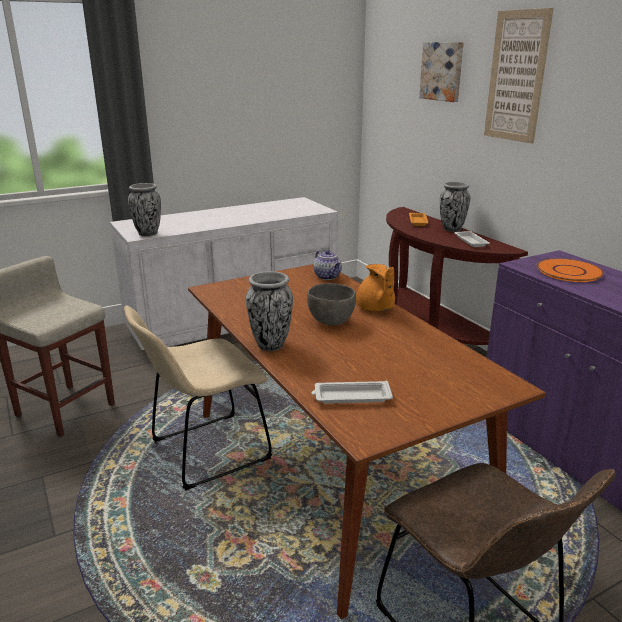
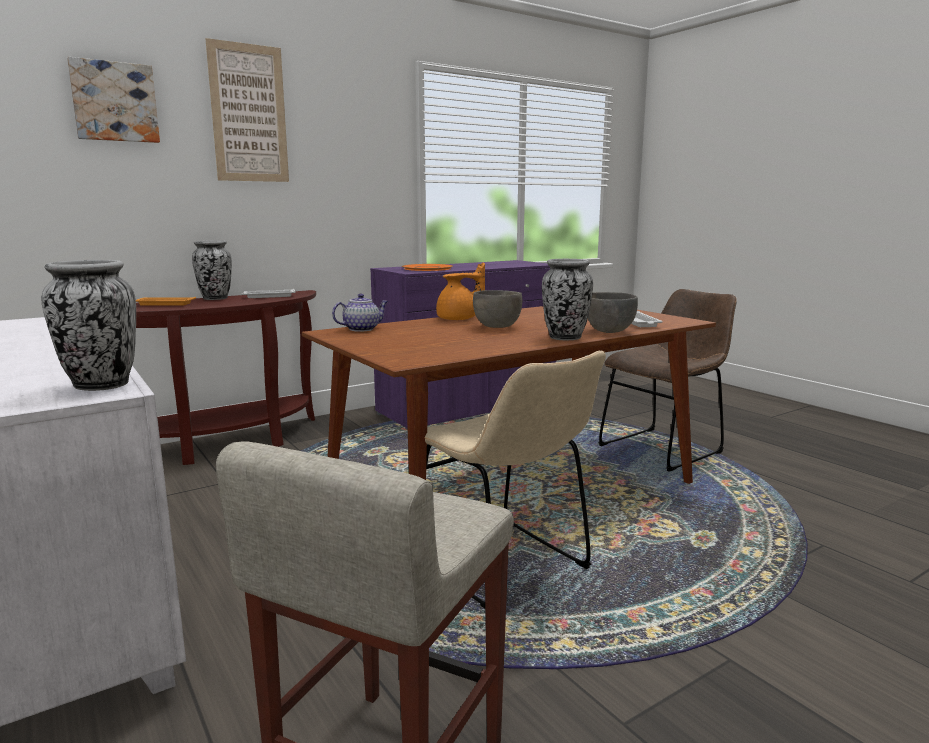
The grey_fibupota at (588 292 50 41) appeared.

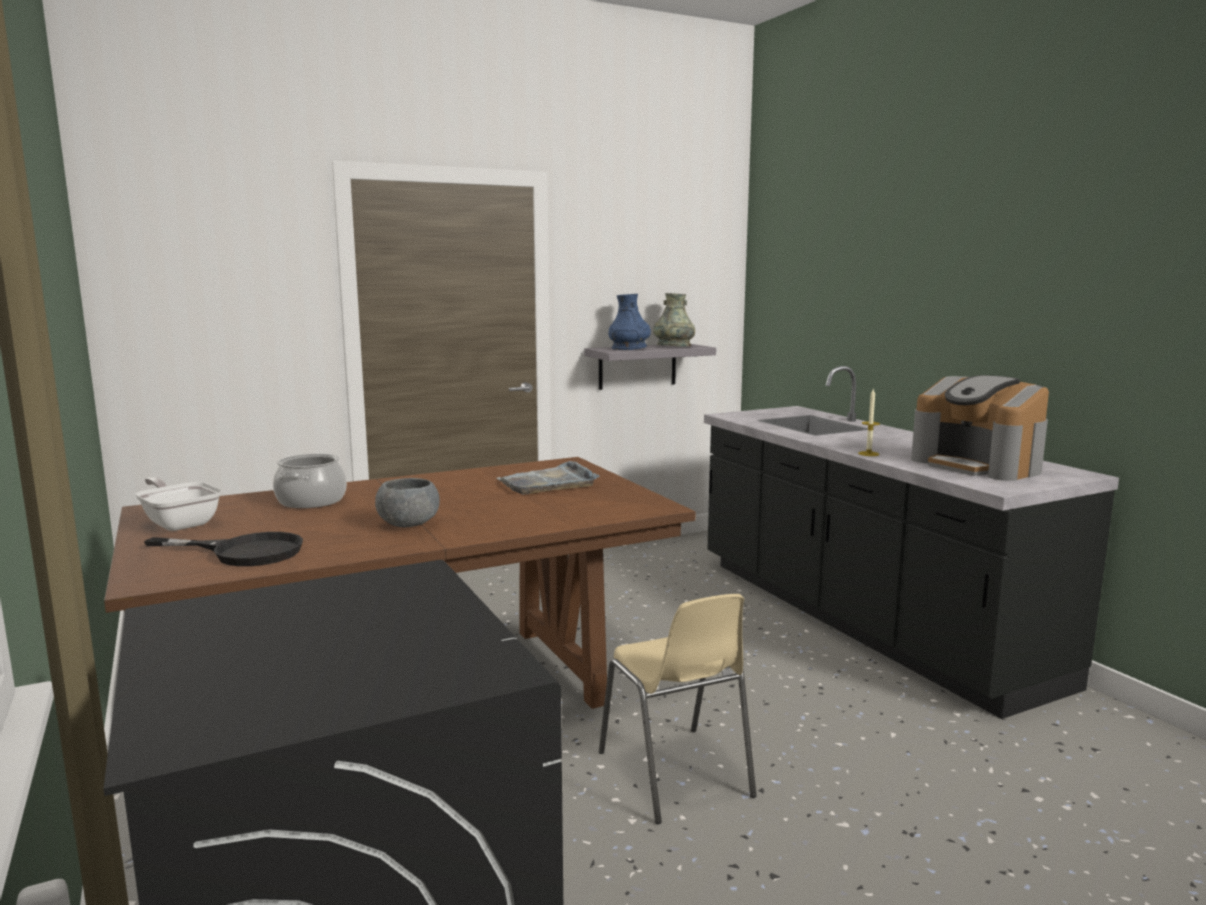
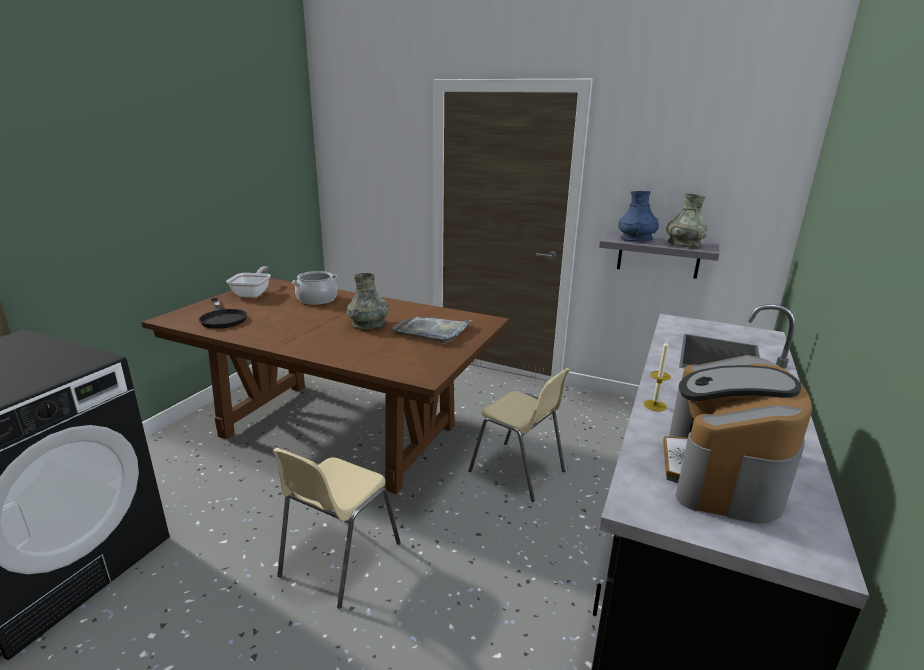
The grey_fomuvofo at (347 273 42 56) appeared. The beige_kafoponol at (469 368 101 134) appeared. The grey_fibupota at (375 478 65 49) disappeared.

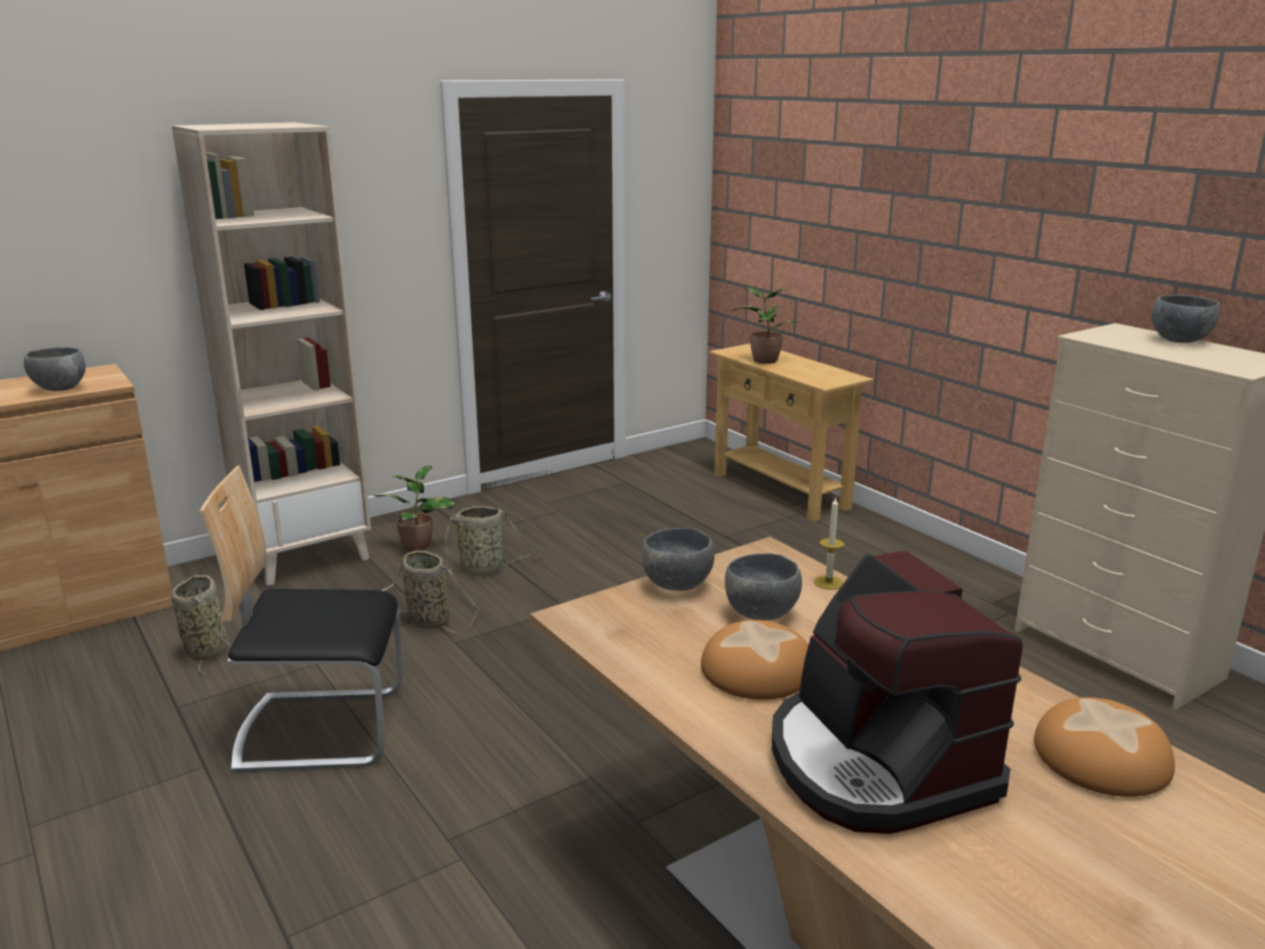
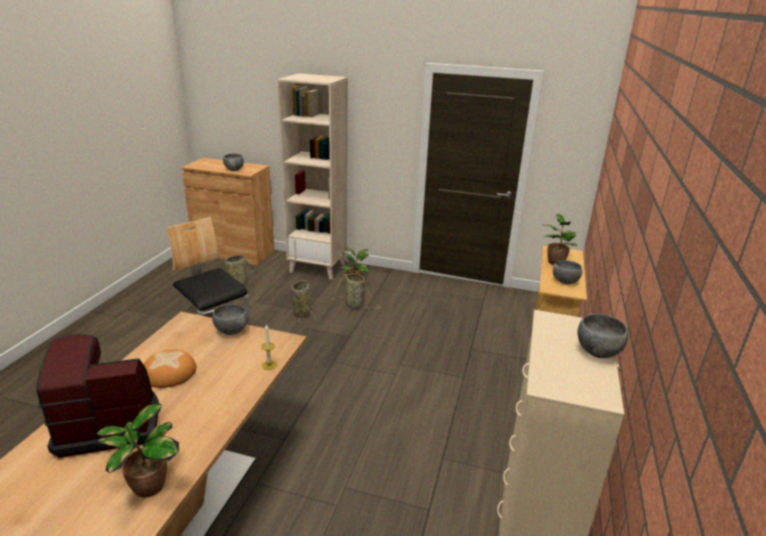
The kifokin at (772 550 251 284) turned 45 degrees clockwise. The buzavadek at (1034 697 141 100) was replaced by the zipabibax at (96 403 83 95). The grey_fibupota moved from (725 553 77 67) to (553 260 29 25).

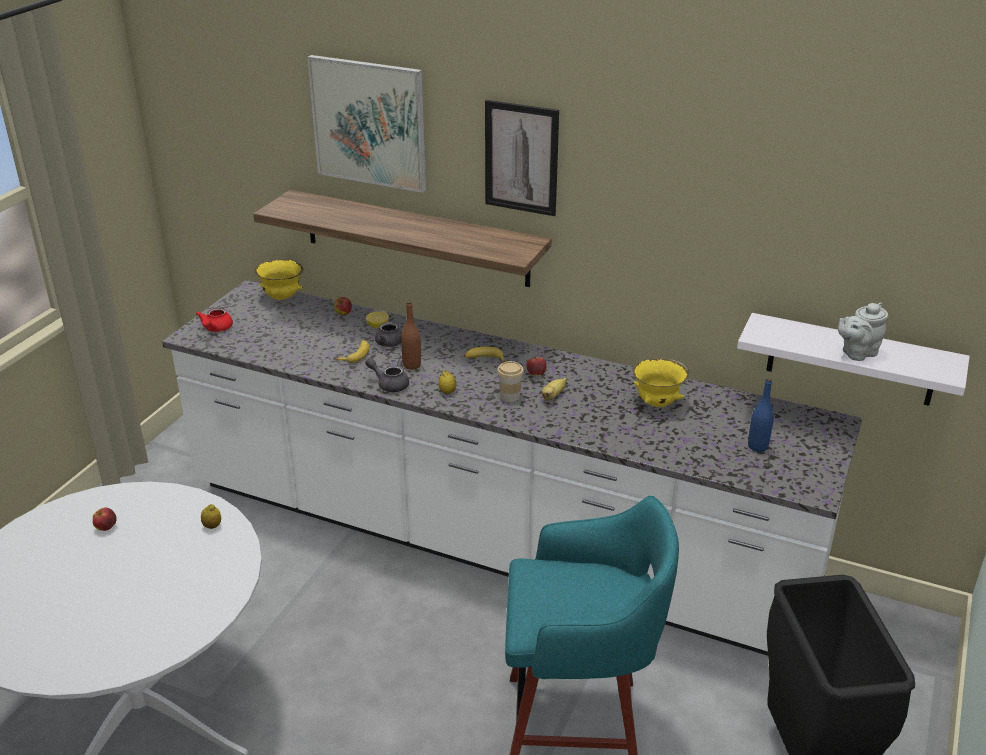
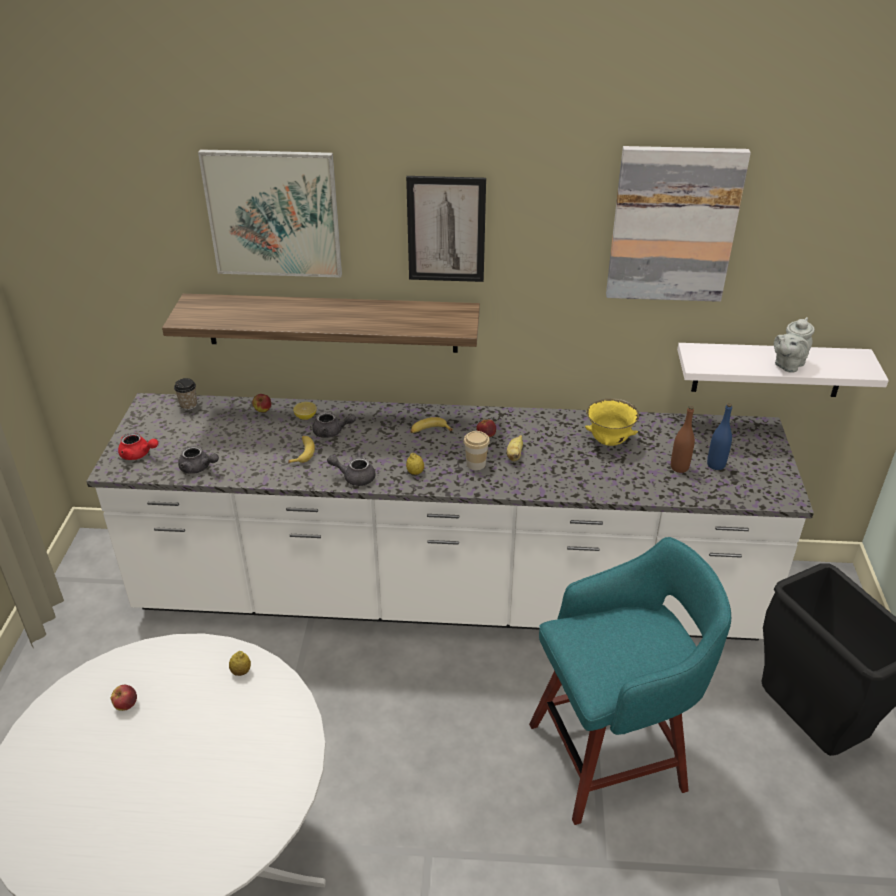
The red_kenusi at (196 307 37 25) turned 60 degrees counterclockwise. The yellow_fibupota at (255 259 49 41) was replaced by the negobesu at (174 378 23 32). The grey_kenusi at (178 446 41 28) appeared. The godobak at (606 146 145 156) appeared. The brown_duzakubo moved from (401 301 20 68) to (671 406 24 67).

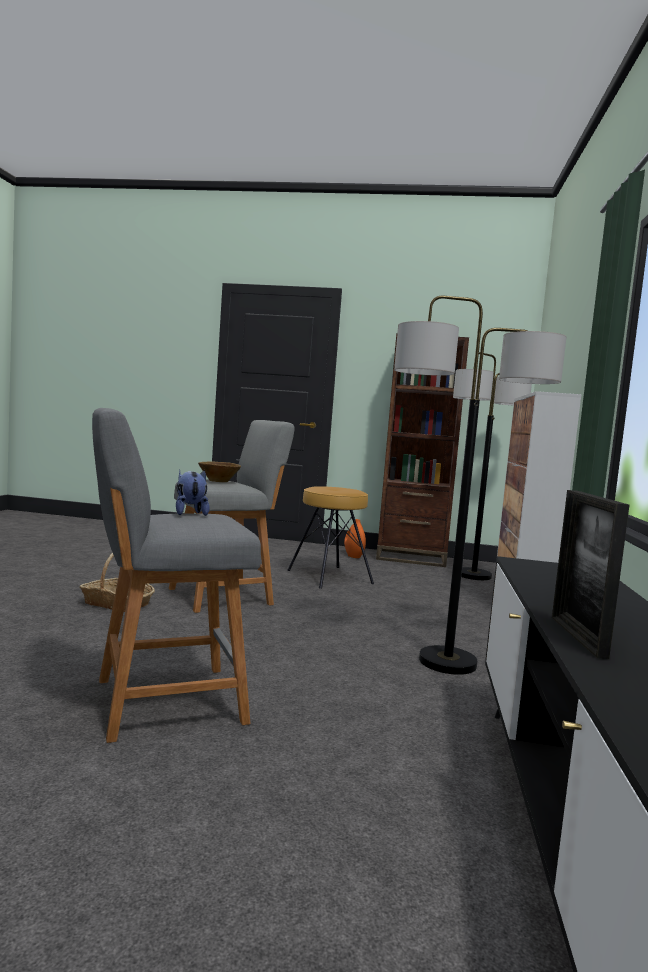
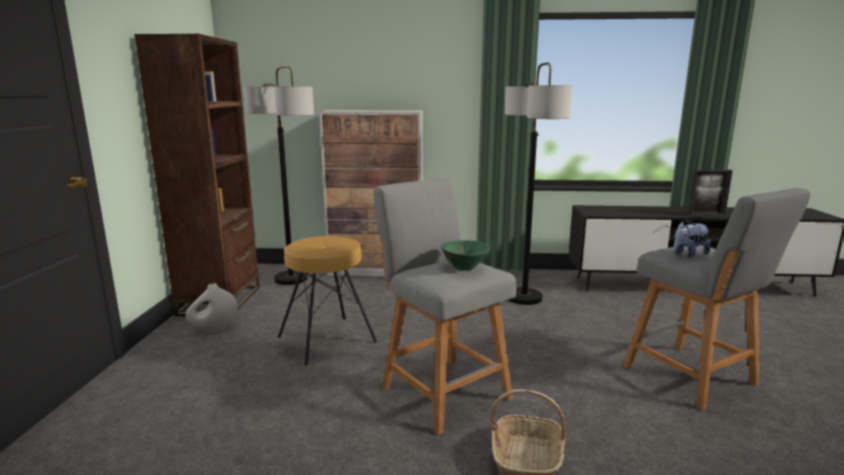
The orange_fomuvofo at (344 519 22 39) became the white_fomuvofo at (186 283 52 50). The brown_fibupota at (198 461 43 21) became the green_fibupota at (441 240 49 31).

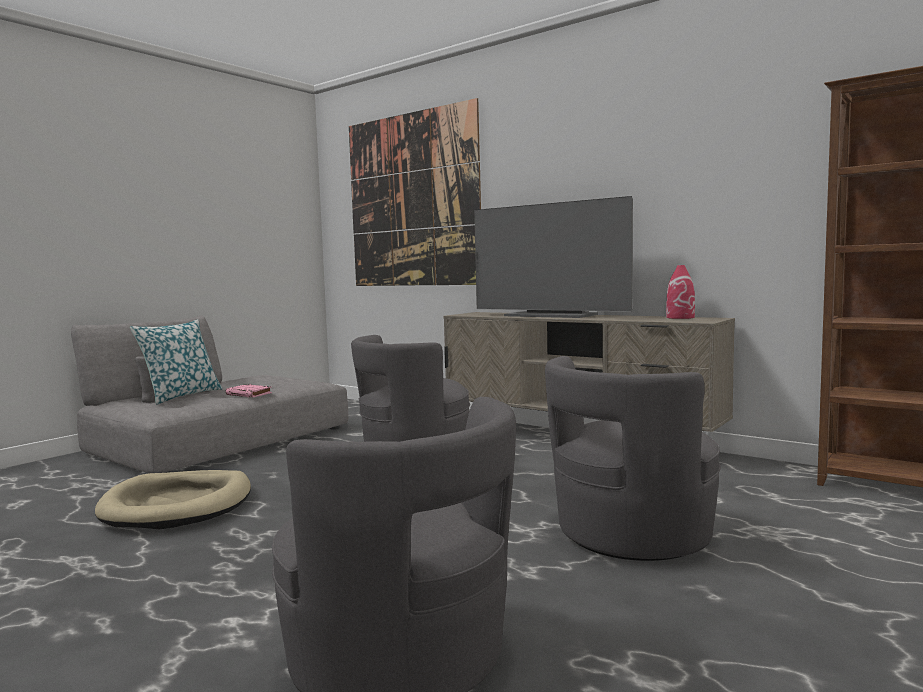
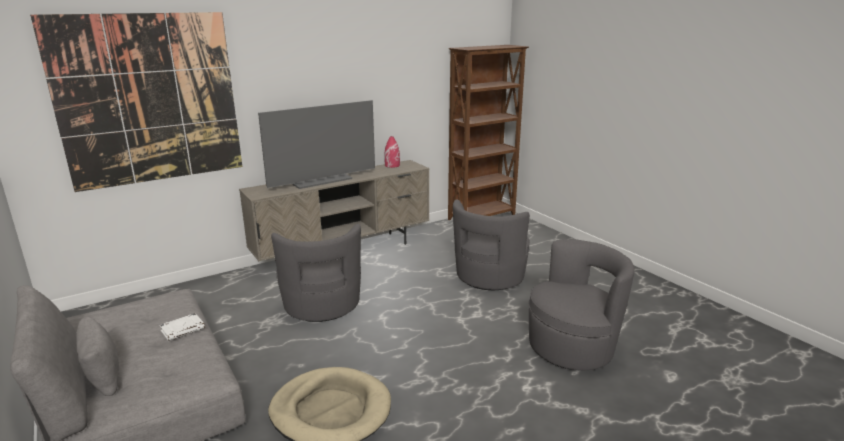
The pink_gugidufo at (226 384 46 13) became the white_gugidufo at (160 313 45 28). The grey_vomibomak at (545 356 176 205) turned 45 degrees clockwise. The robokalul at (130 319 93 86) disappeared.

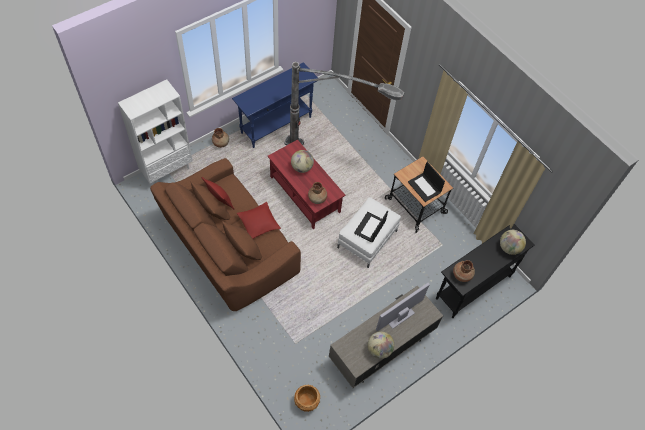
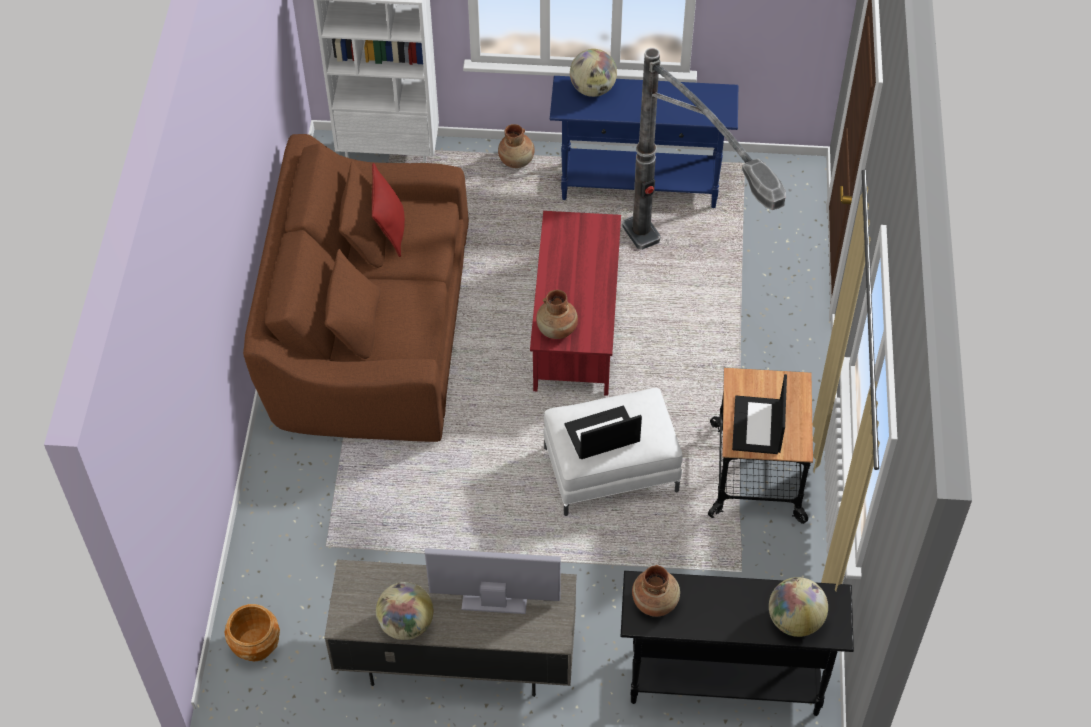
The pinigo moved from (291 150 23 23) to (570 49 47 48). The red_robokalul at (237 202 44 37) disappeared.

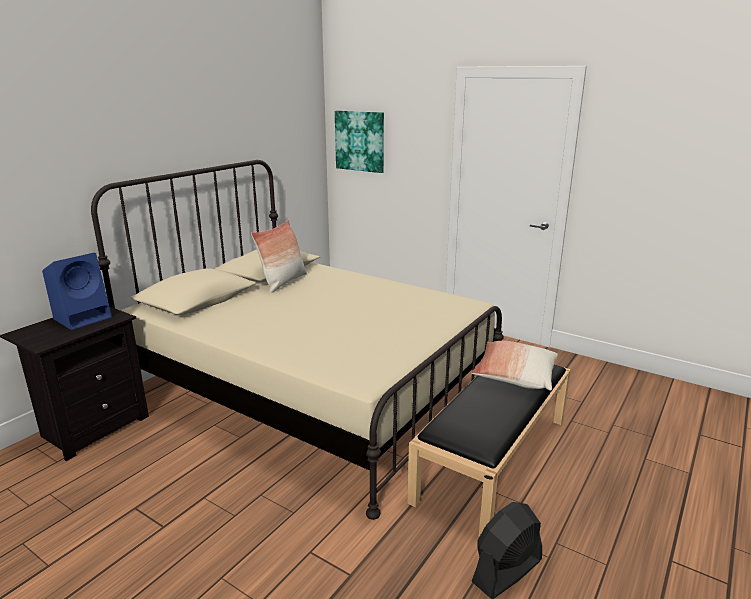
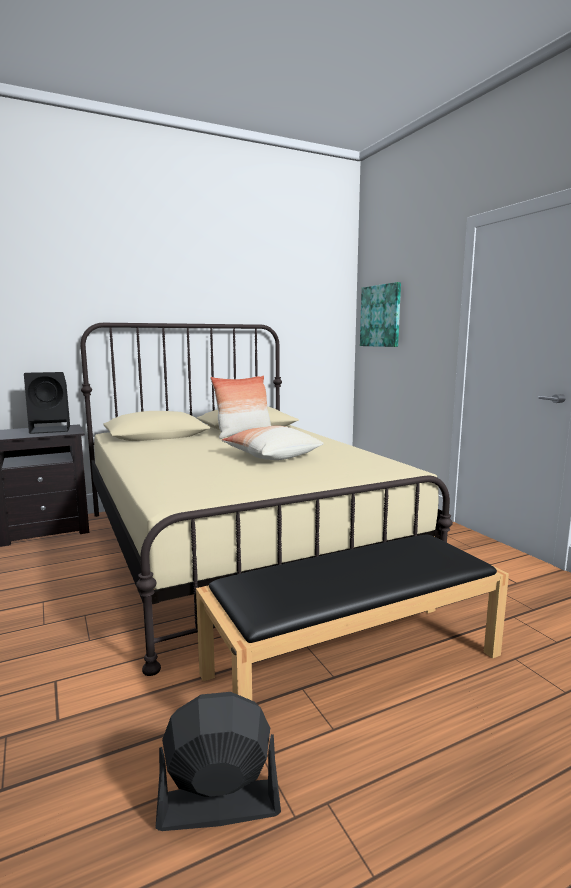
The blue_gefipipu at (42 253 70 77) became the black_gefipipu at (24 372 46 62). The robokalul moved from (471 341 87 50) to (222 426 101 34).

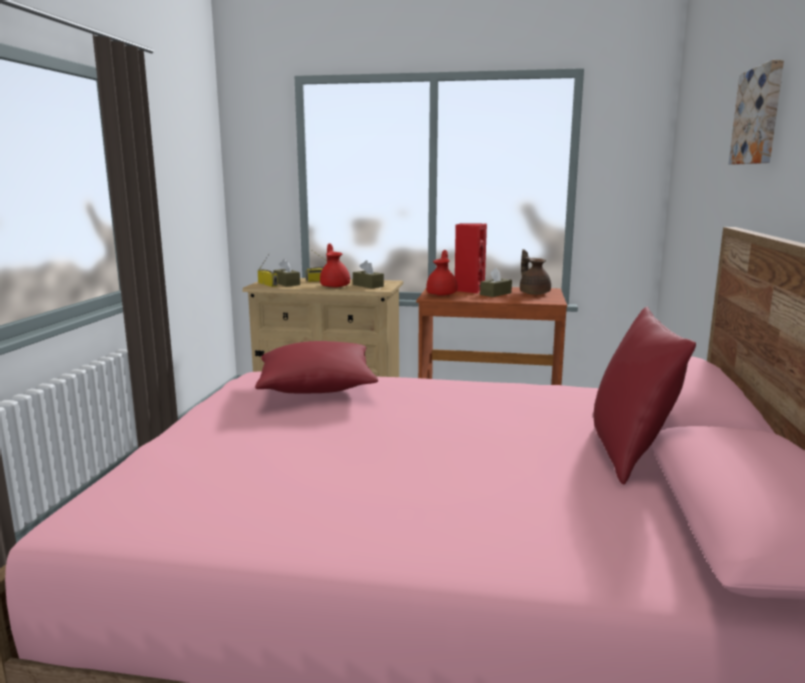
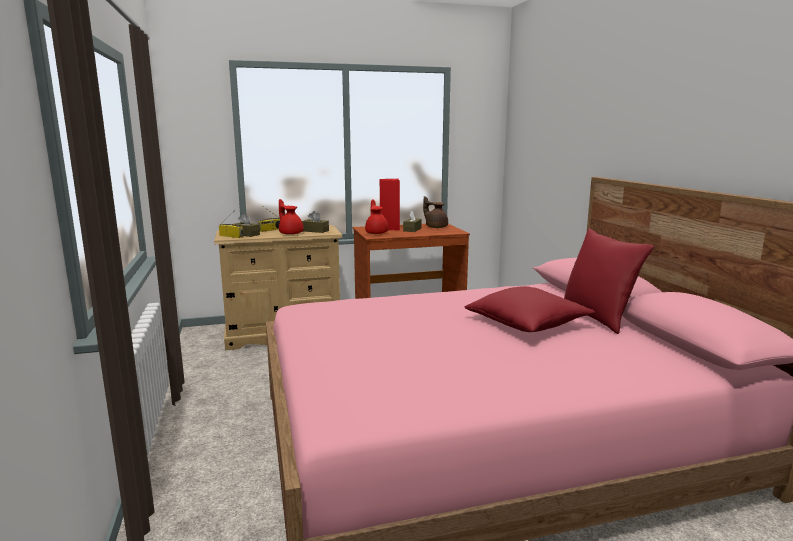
The red_robokalul moved from (255 341 123 53) to (464 286 131 46). The godobak at (729 60 55 104) disappeared.

